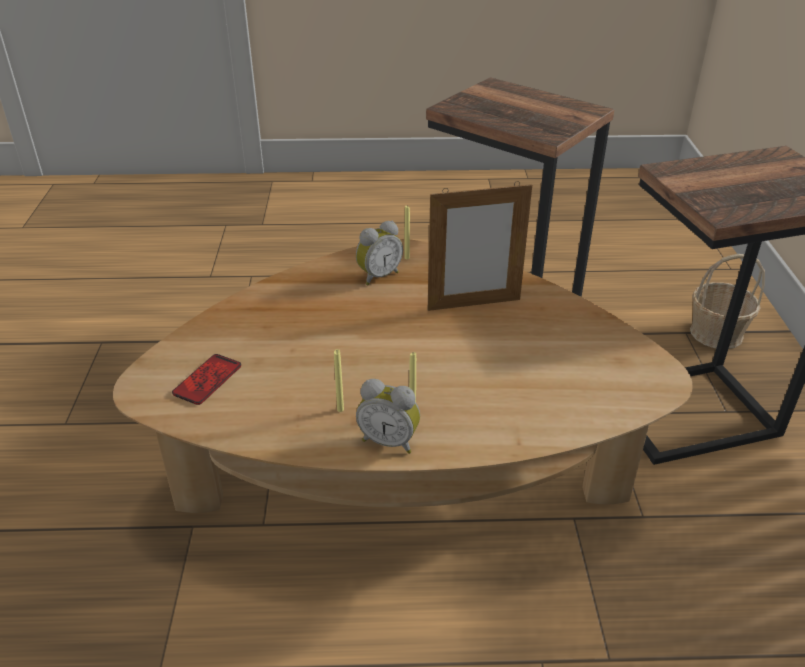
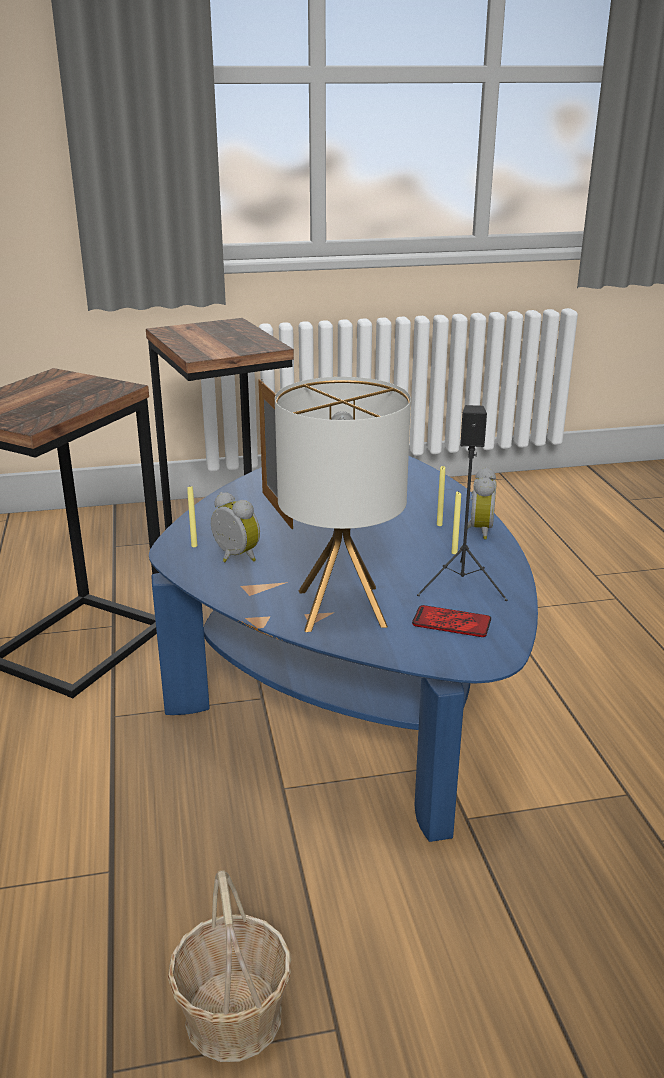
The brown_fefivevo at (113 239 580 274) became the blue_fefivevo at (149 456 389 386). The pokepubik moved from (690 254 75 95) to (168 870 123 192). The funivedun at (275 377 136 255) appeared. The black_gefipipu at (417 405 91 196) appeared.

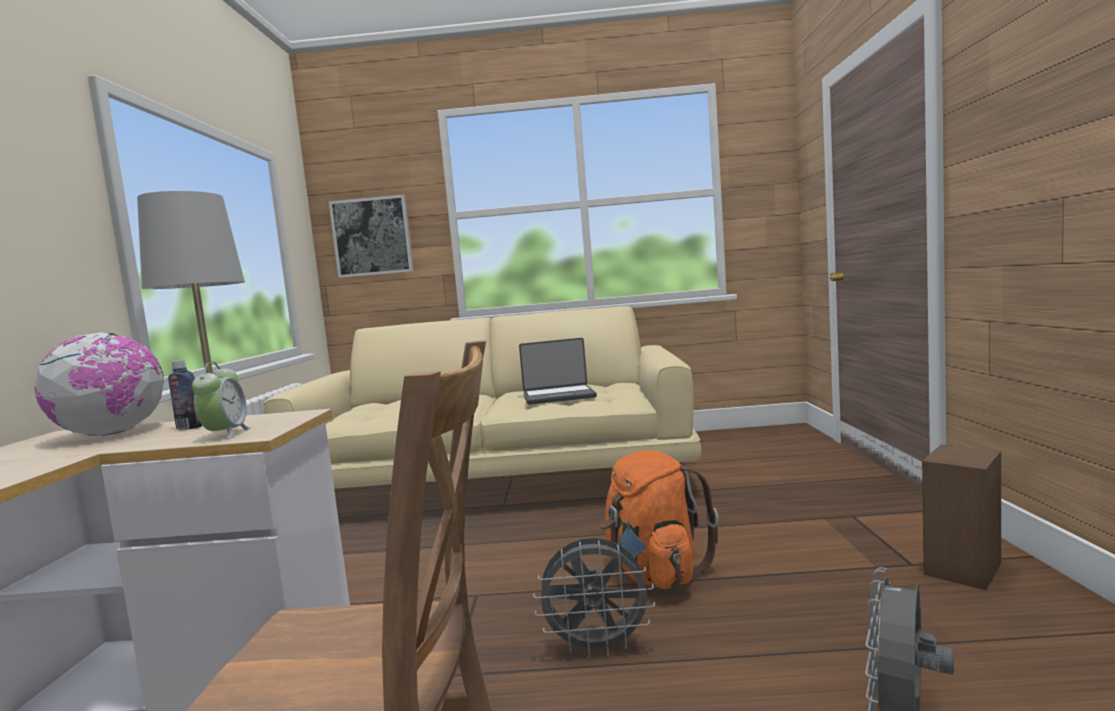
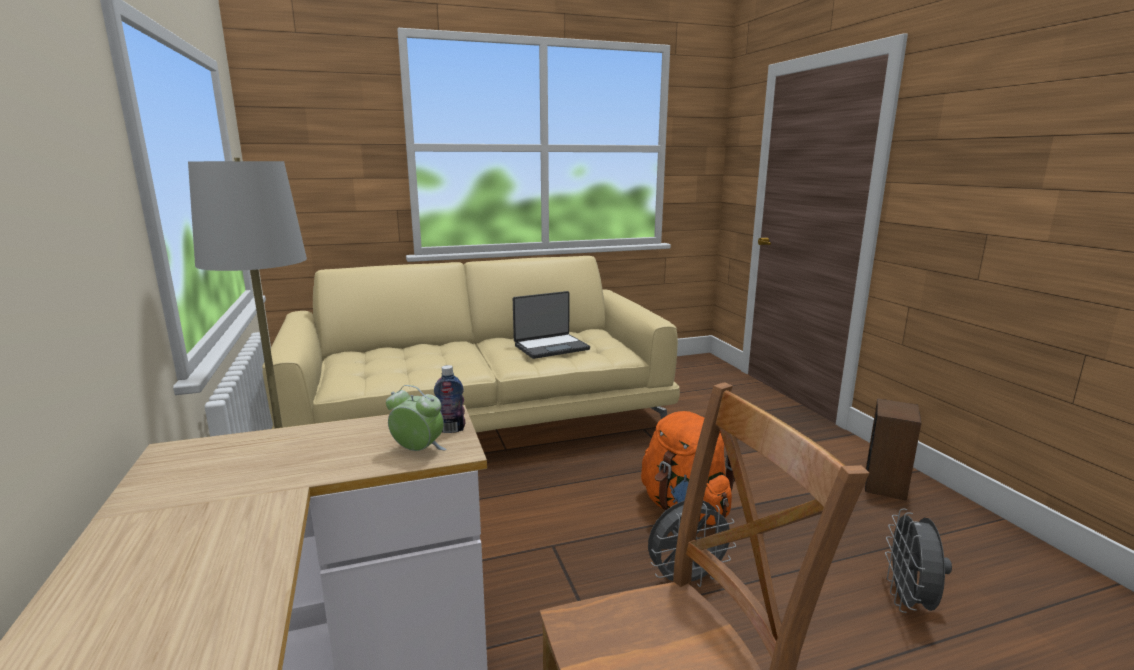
The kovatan at (192 362 59 78) turned 45 degrees counterclockwise. The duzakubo moved from (168 360 34 70) to (434 365 31 68). The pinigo at (34 332 130 104) disappeared. The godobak at (329 194 85 84) disappeared.

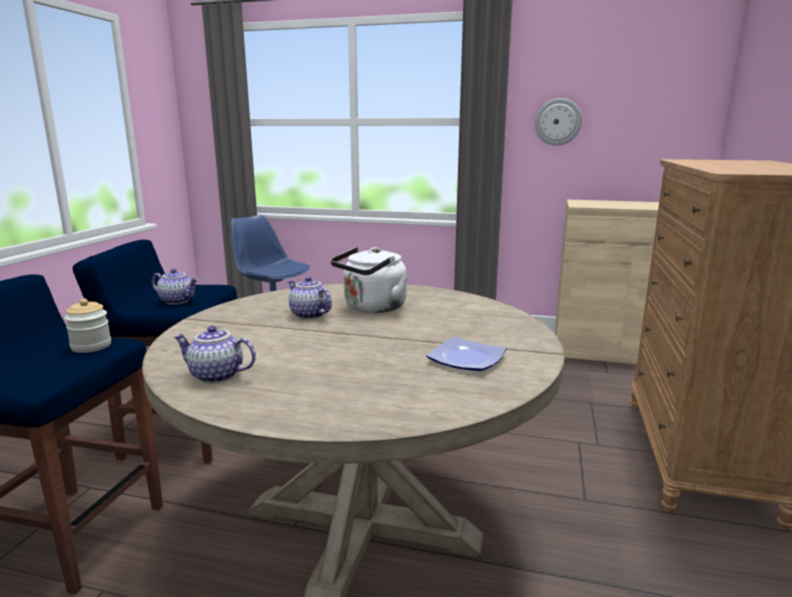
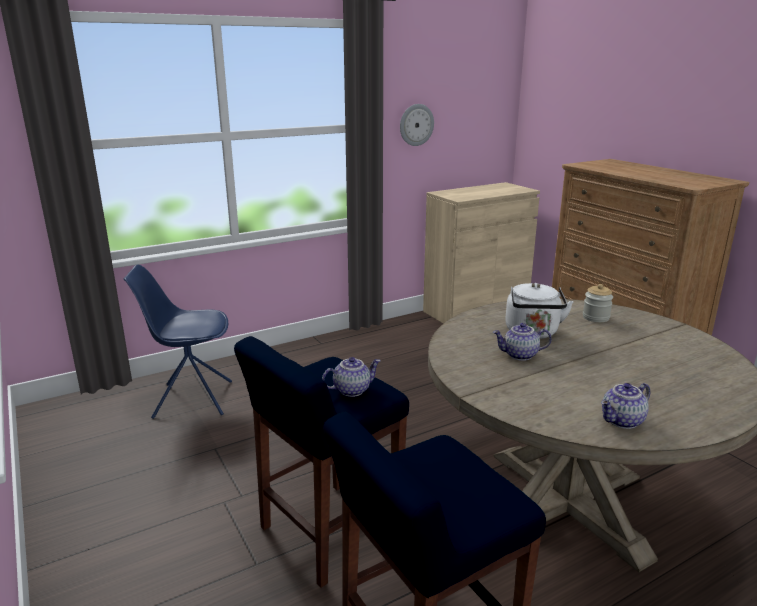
The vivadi moved from (65 299 46 54) to (583 284 30 38). The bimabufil at (426 337 80 34) disappeared.

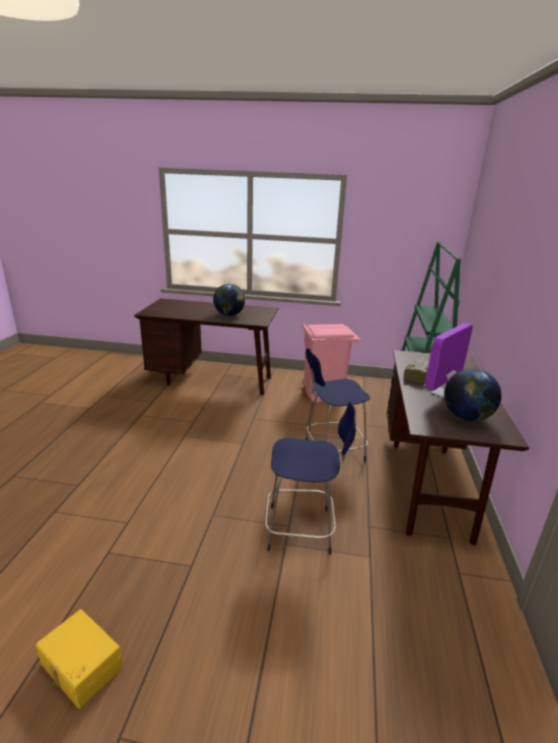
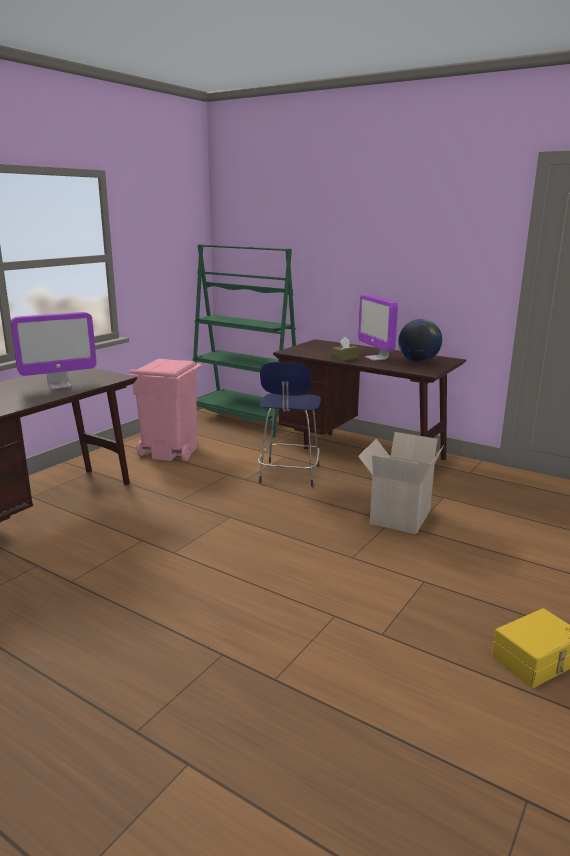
The pinigo at (213 284 32 32) was replaced by the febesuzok at (11 312 86 77). The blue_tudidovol at (265 401 91 154) was replaced by the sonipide at (358 432 86 102).

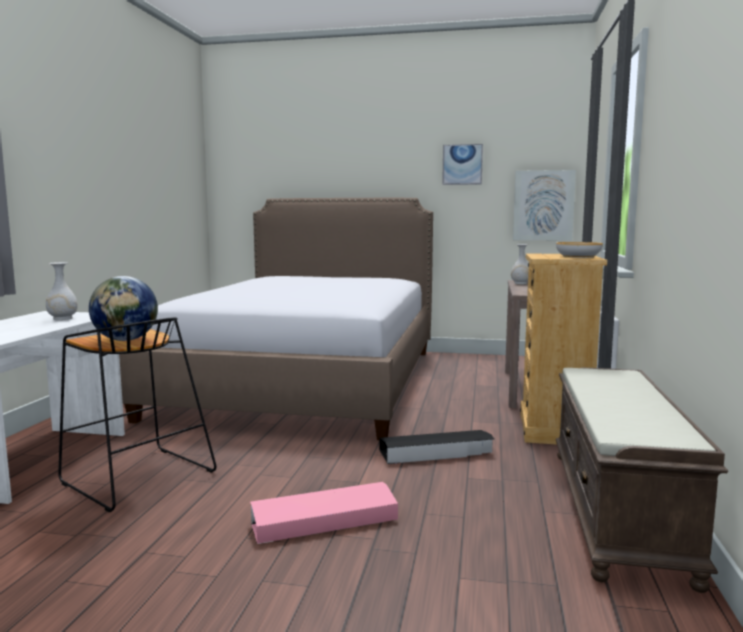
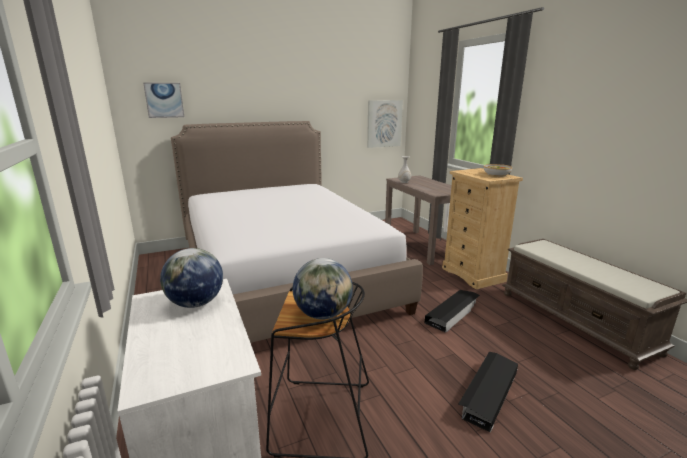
The godobak moved from (442 144 41 41) to (143 83 41 35). The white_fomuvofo at (46 262 32 58) was replaced by the pinigo at (160 248 63 60). The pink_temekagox at (250 482 148 62) became the black_temekagox at (458 352 60 81).

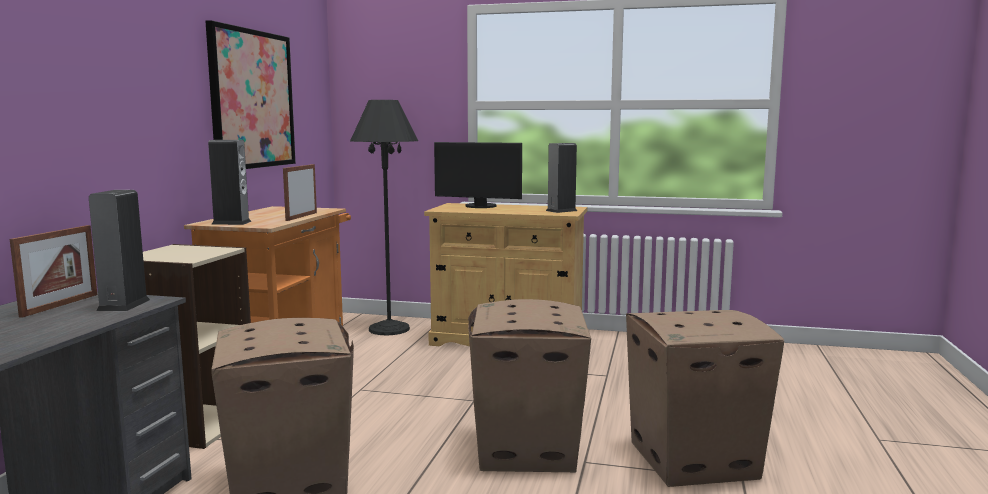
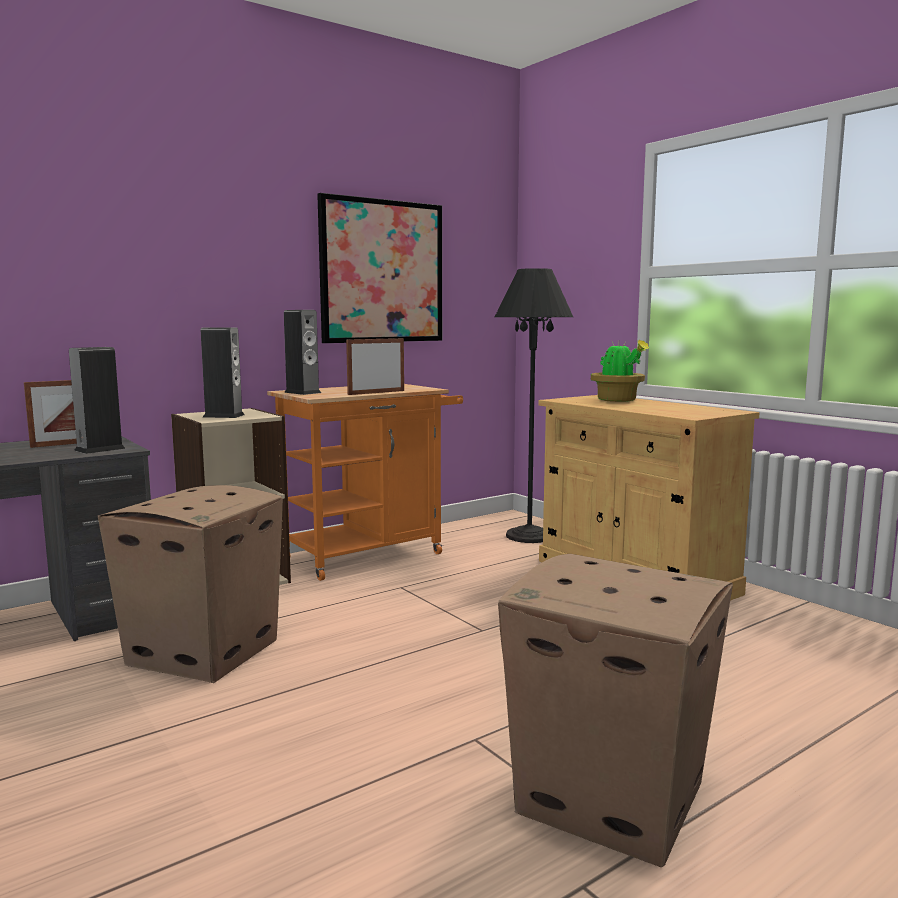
The gefipipu moved from (546 143 31 70) to (201 327 44 91). The febesuzok at (434 142 88 66) was replaced by the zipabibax at (591 340 58 62). The sonipide at (468 299 123 173) disappeared.

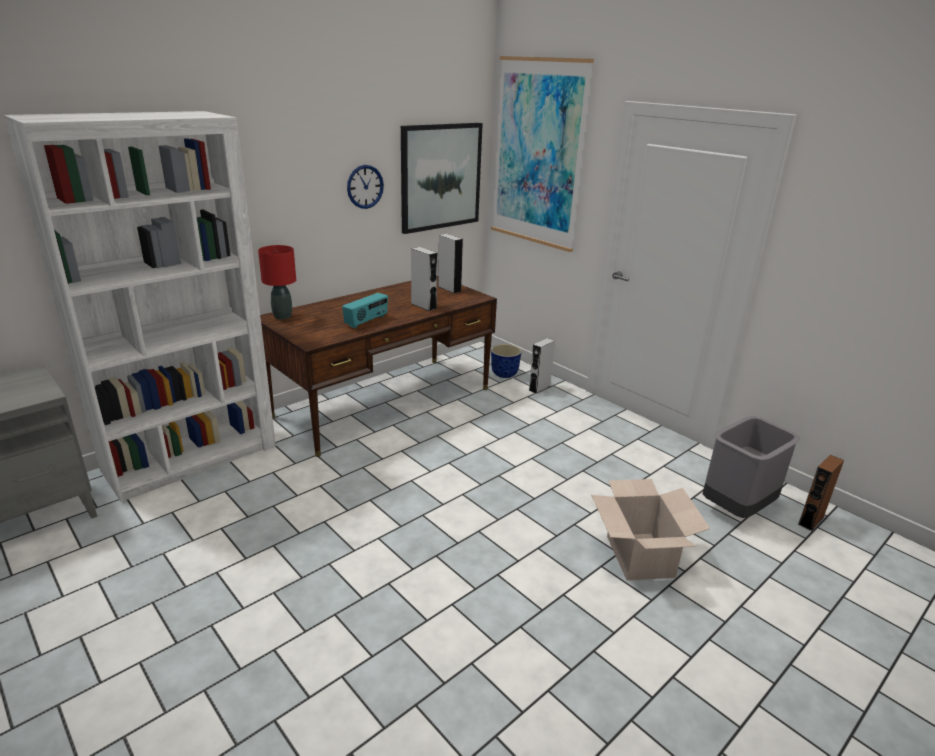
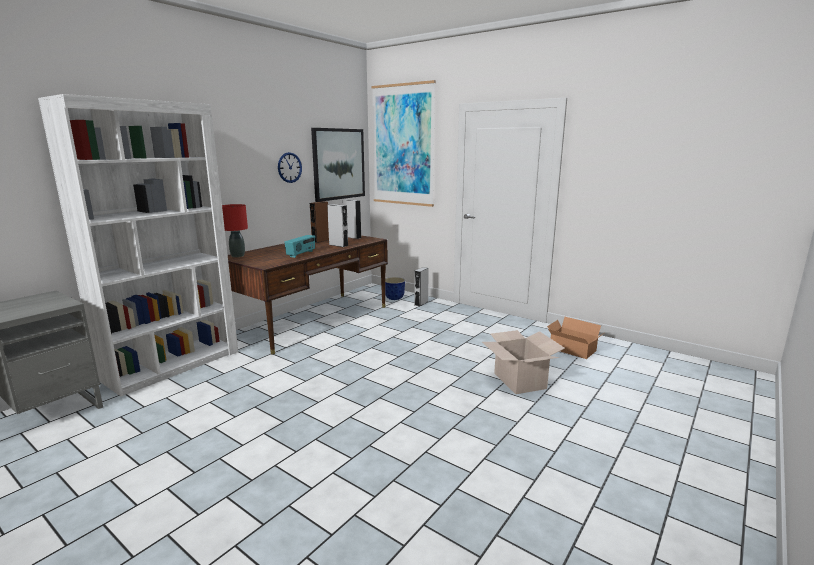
The brown_gefipipu moved from (798 455 46 76) to (310 201 19 42). The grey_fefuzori at (703 416 97 102) was replaced by the sonipide at (547 317 57 42).

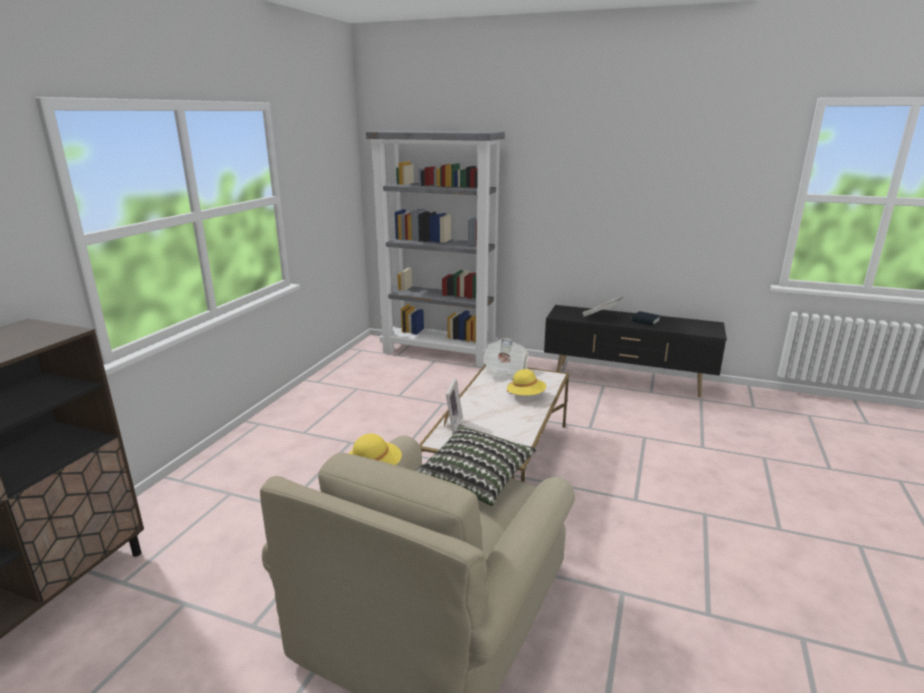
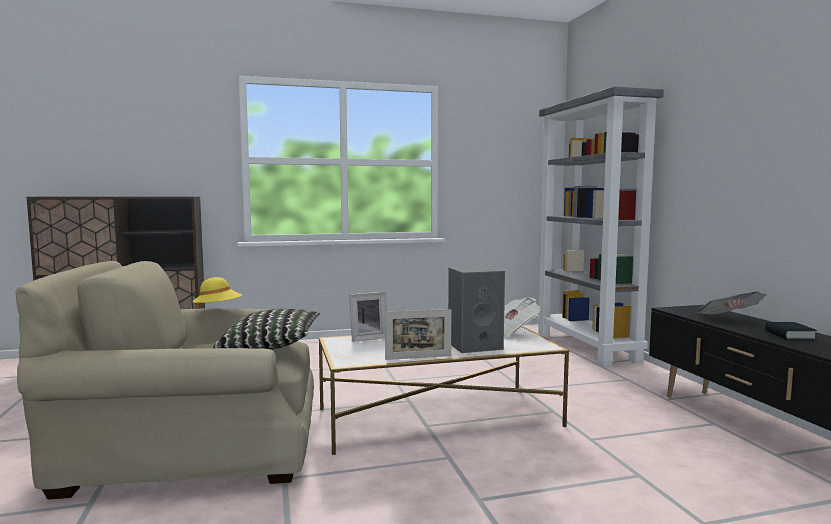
The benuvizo at (385 309 67 51) appeared. The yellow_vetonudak at (507 369 39 26) was replaced by the grey_gefipipu at (448 266 57 87).

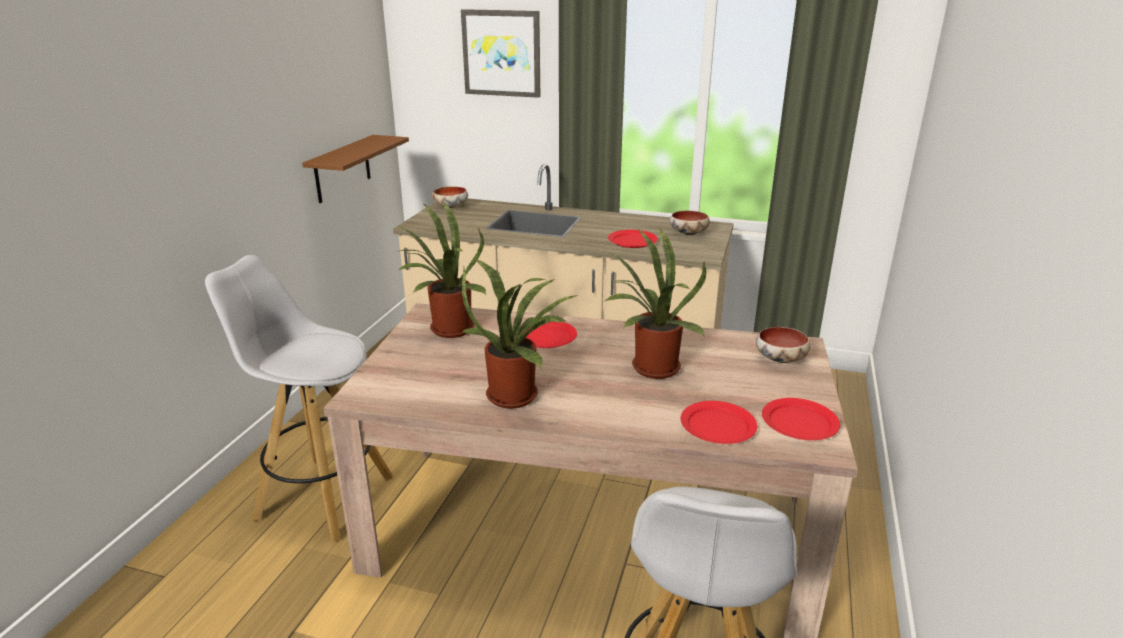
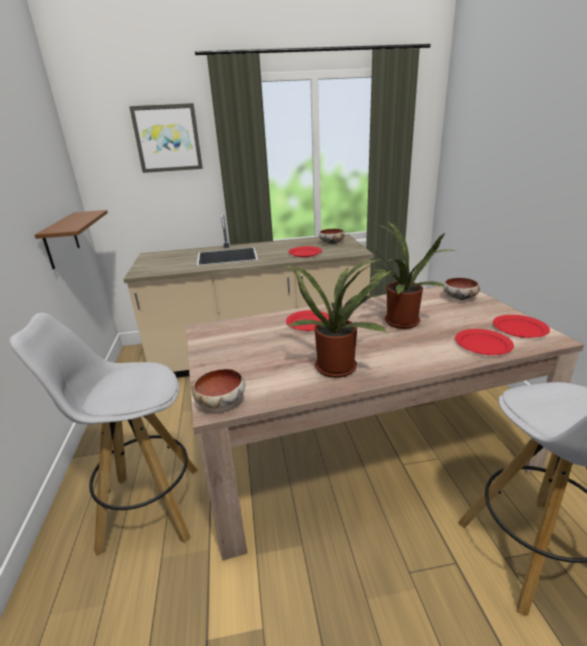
The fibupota moved from (432 186 36 23) to (192 369 53 40). The zipabibax at (398 202 88 136) disappeared.

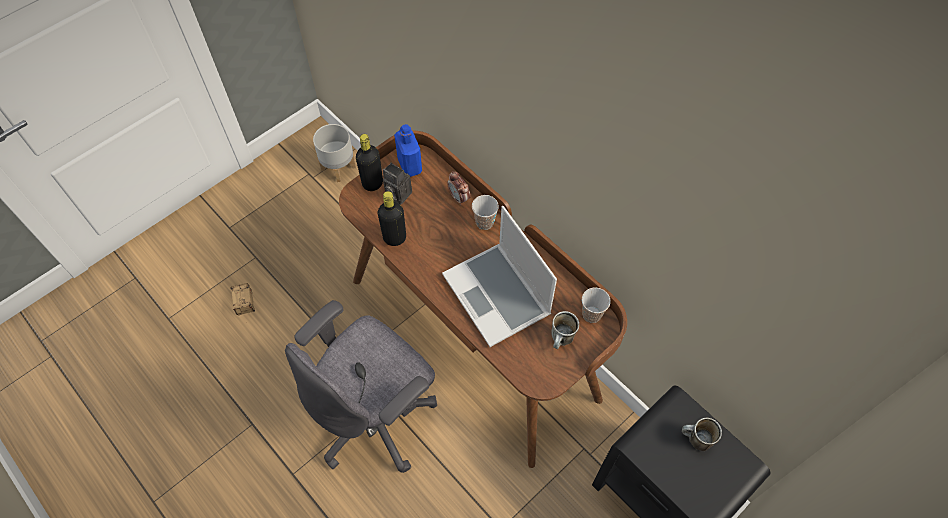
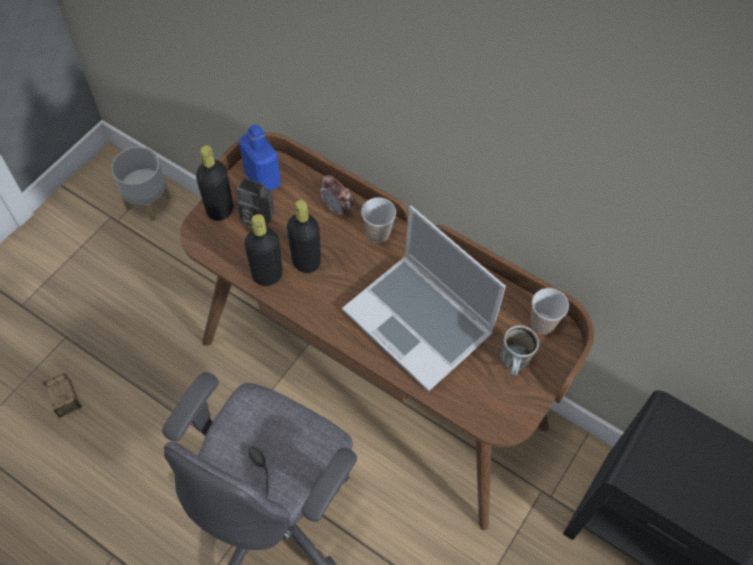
The black_duzakubo at (287 200 34 73) appeared. The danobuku at (682 418 40 33) disappeared.

